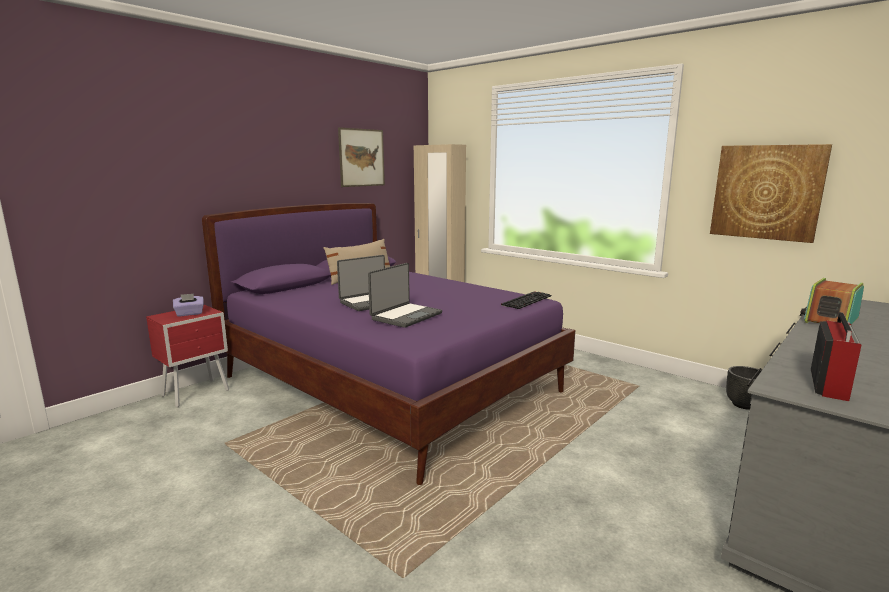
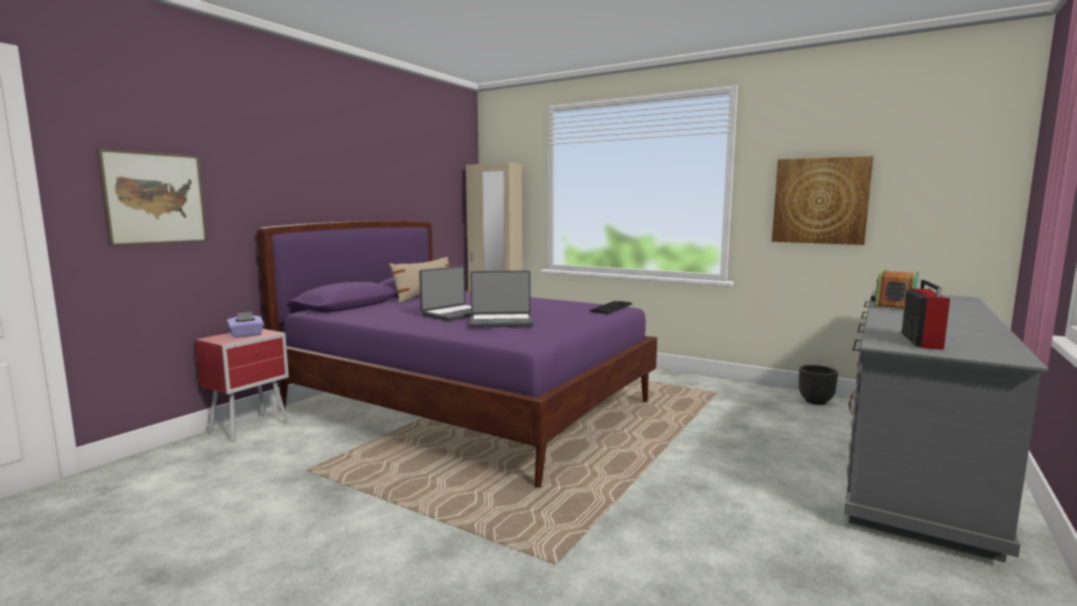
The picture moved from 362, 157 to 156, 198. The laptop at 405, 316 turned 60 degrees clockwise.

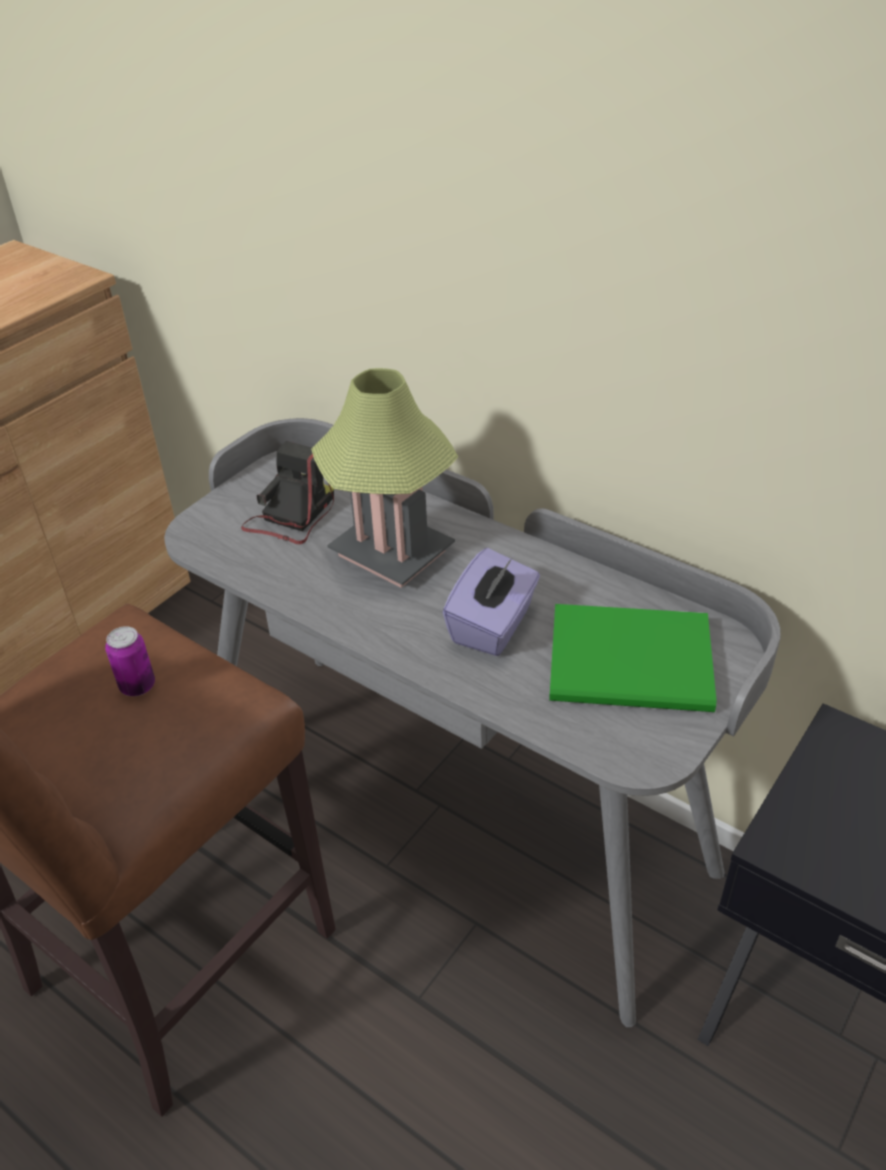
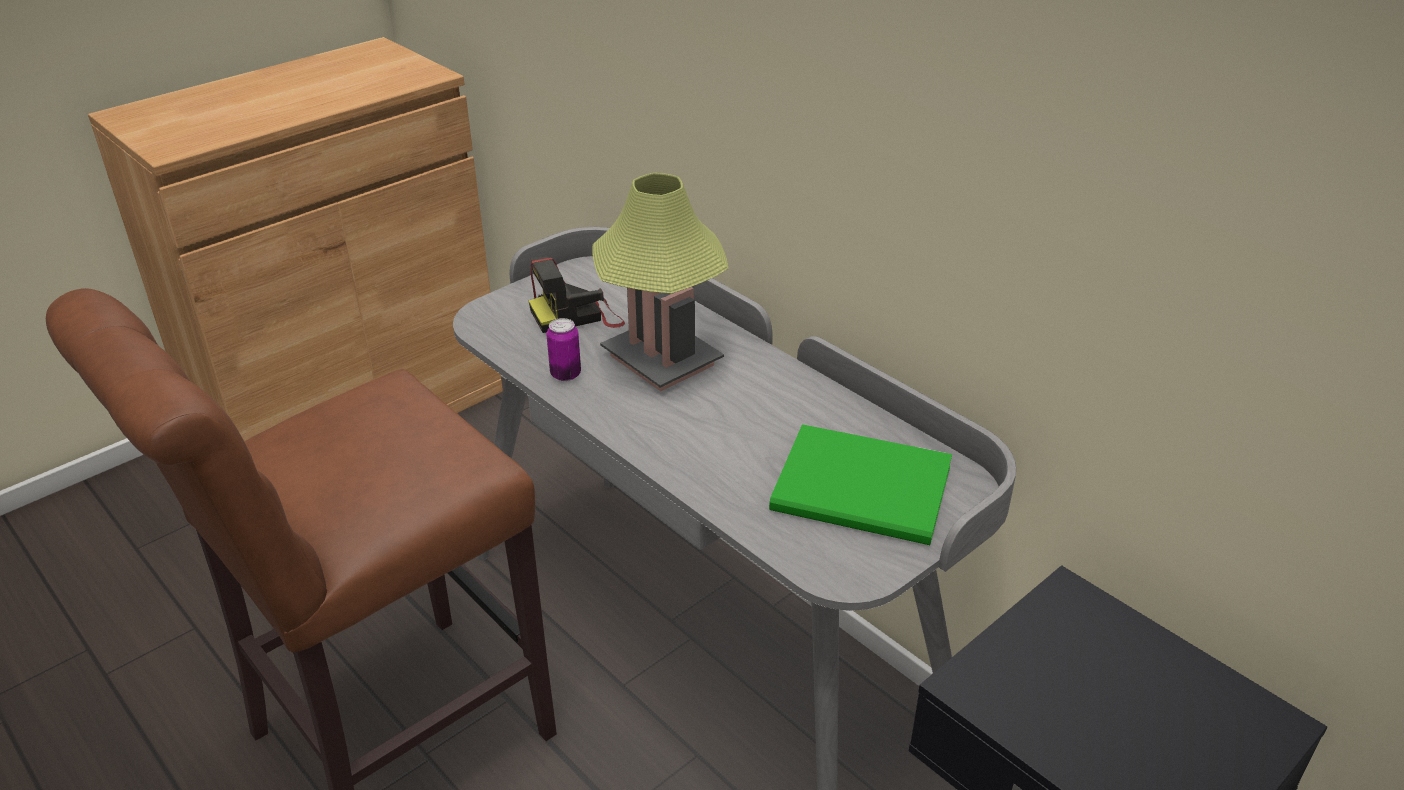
The photo camera at 292, 516 turned 150 degrees counterclockwise. The can moved from 137, 686 to 565, 374. The purple tissue box at 493, 625 disappeared.

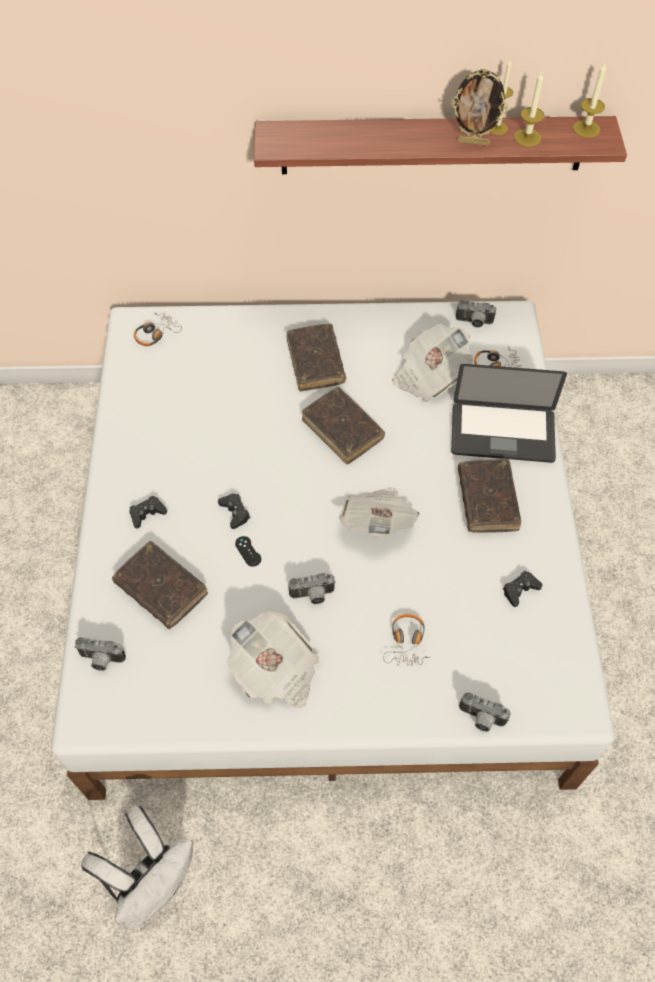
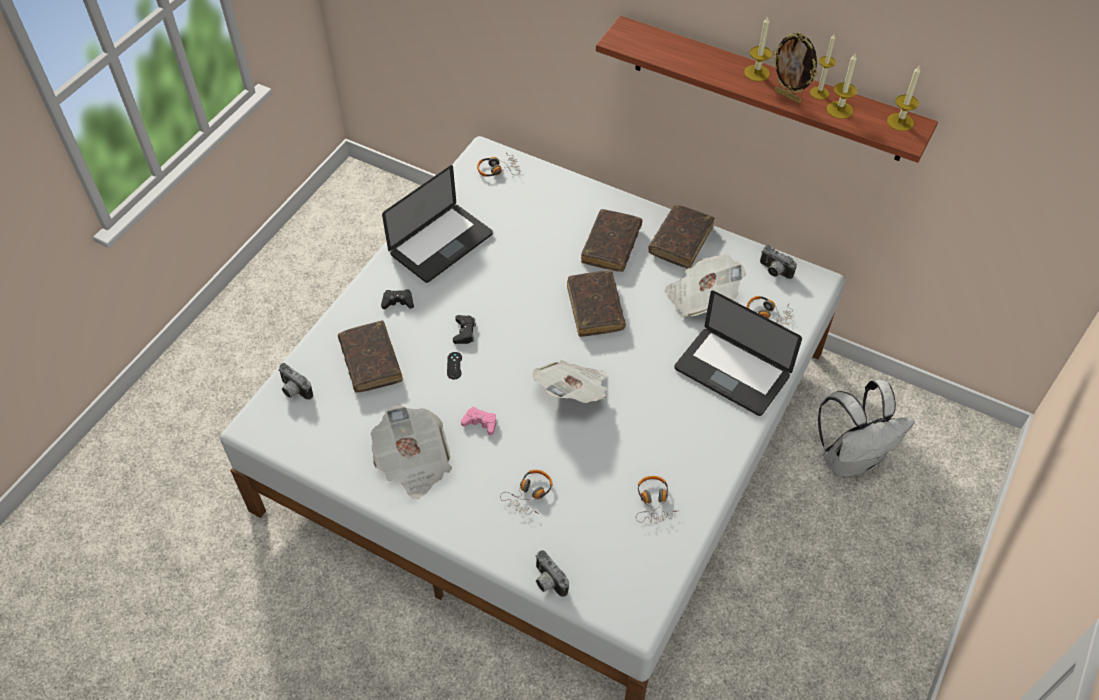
The laptop at 441, 244 appeared. The photo camera at 312, 596 was replaced by the pink game controller at 480, 423. The black game controller at 520, 590 was replaced by the headphones at 653, 502. The brown book moved from 487, 500 to 680, 241. The candle at 757, 73 appeared. The white backpack moved from 154, 882 to 851, 459.

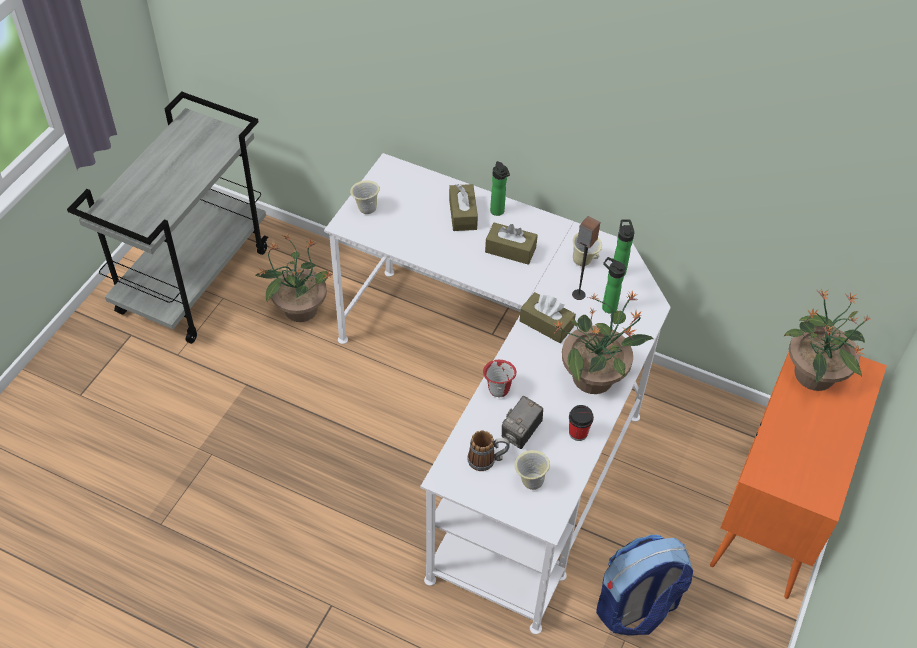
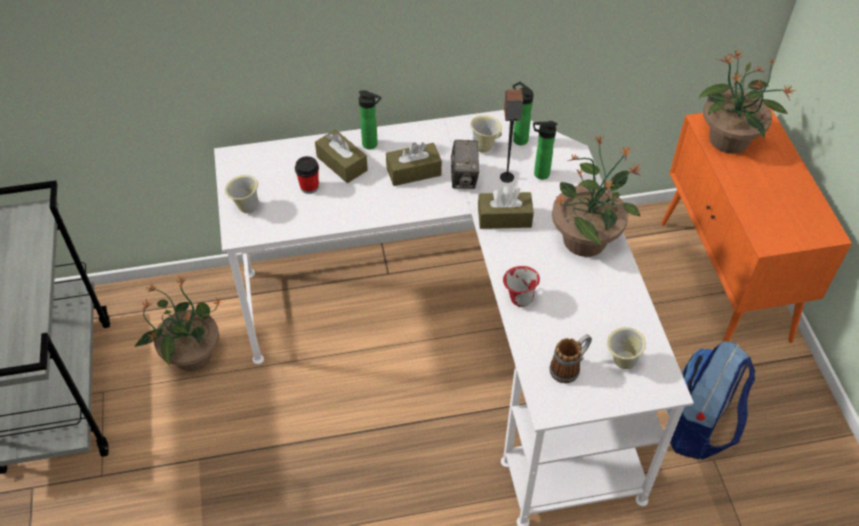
The cup moved from 578, 433 to 309, 187. The photo camera moved from 521, 434 to 464, 178.

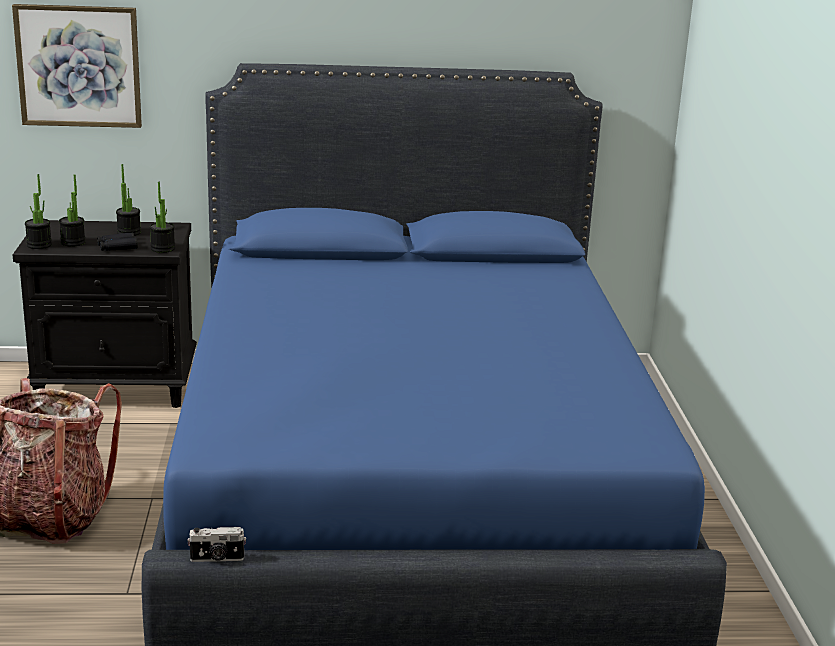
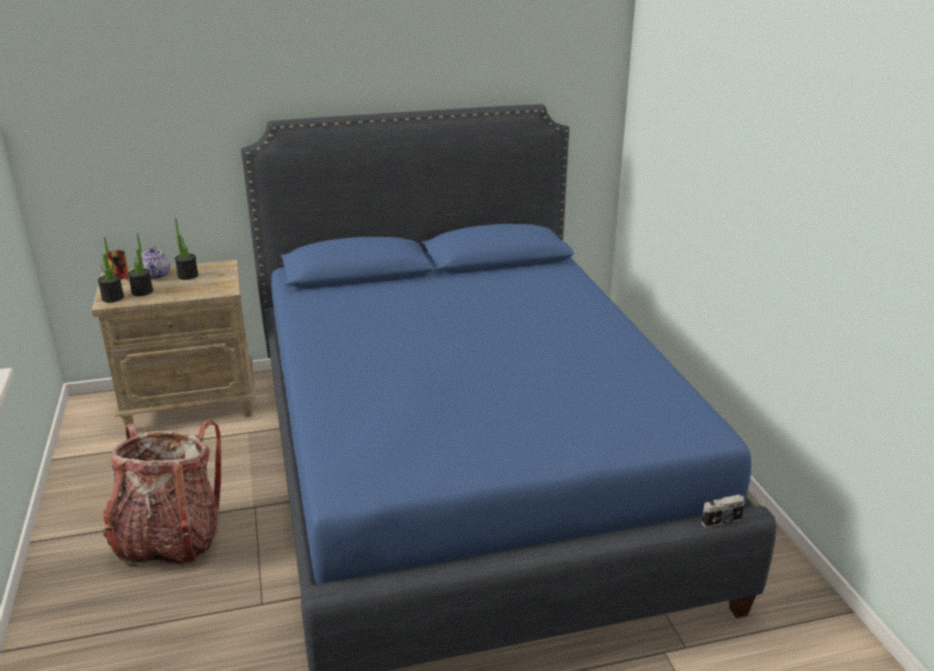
The black nightstand at 117, 386 became the beige nightstand at 192, 404. The mug at 122, 276 appeared. The teapot at 157, 275 appeared. The photo camera moved from 217, 559 to 722, 522. The picture at 79, 66 disappeared. The black binoculars at 117, 247 disappeared. The potted plant at 163, 248 disappeared.

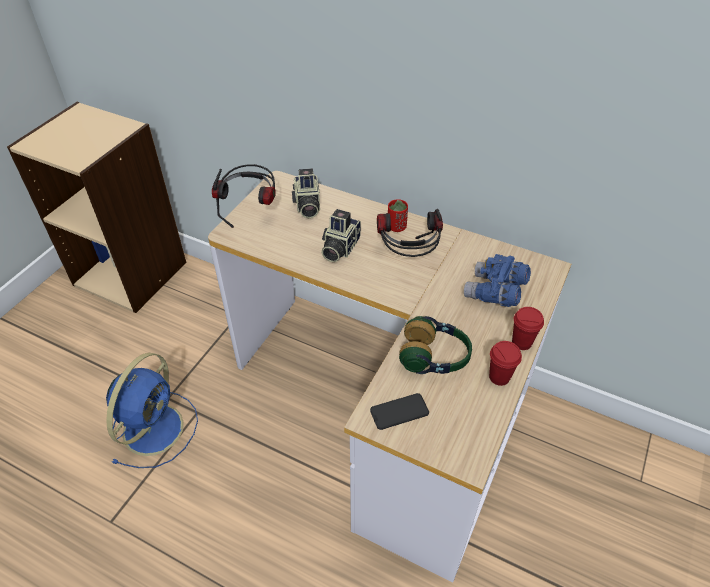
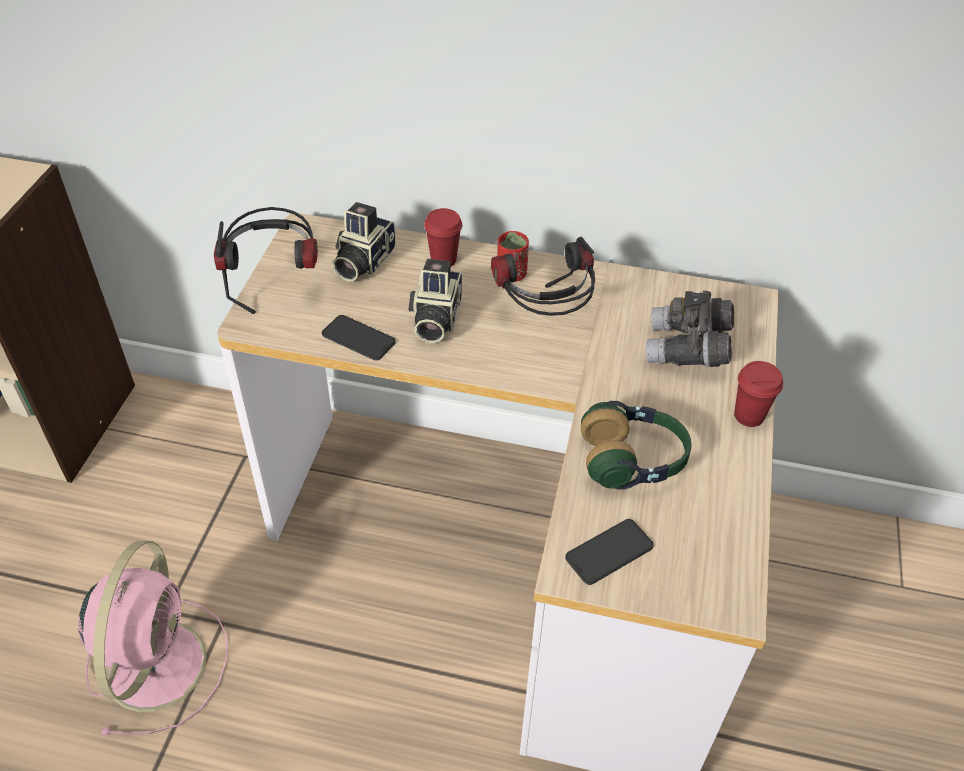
The blue fan at 155, 427 became the pink fan at 157, 661. The phone at 358, 338 appeared. The photo camera at 307, 206 turned 45 degrees clockwise. The red cup moved from 499, 377 to 443, 260. The blue binoculars at 495, 293 became the grey binoculars at 687, 350.

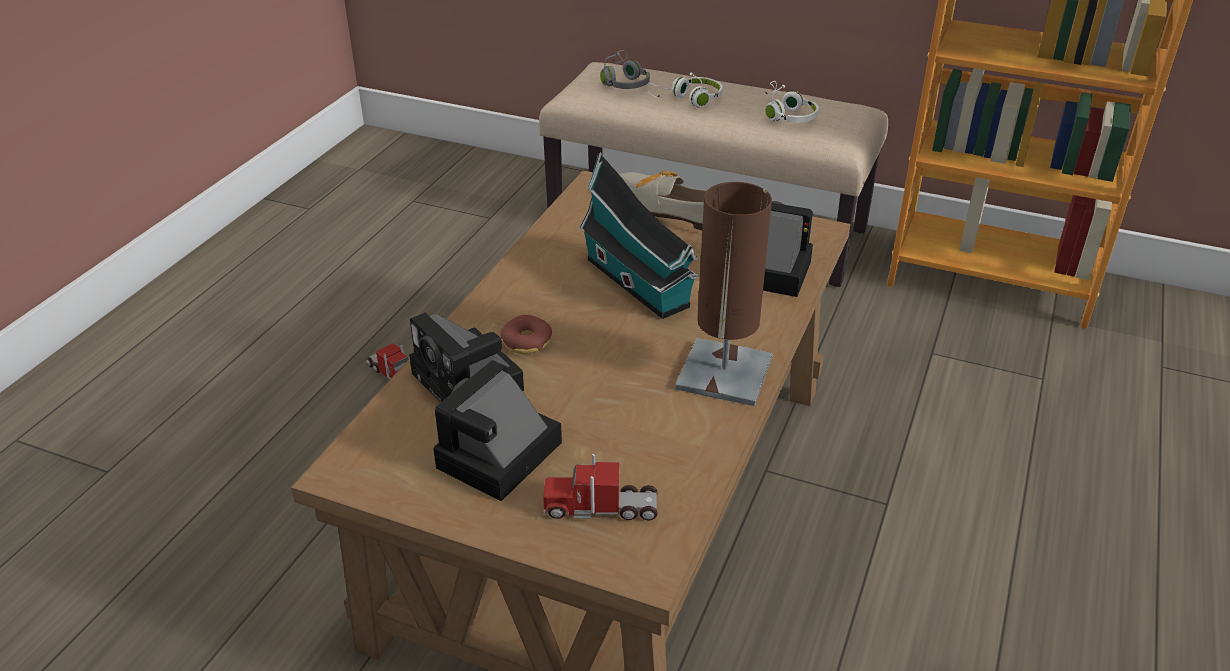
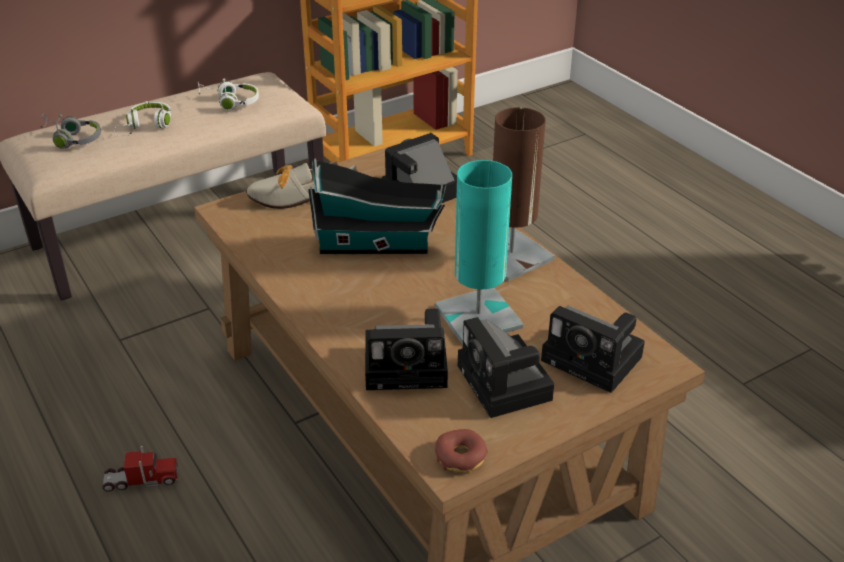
The turquoise table lamp at 478, 317 appeared. The donut moved from 527, 342 to 460, 457. The toy truck at 601, 508 was replaced by the photo camera at 596, 360.

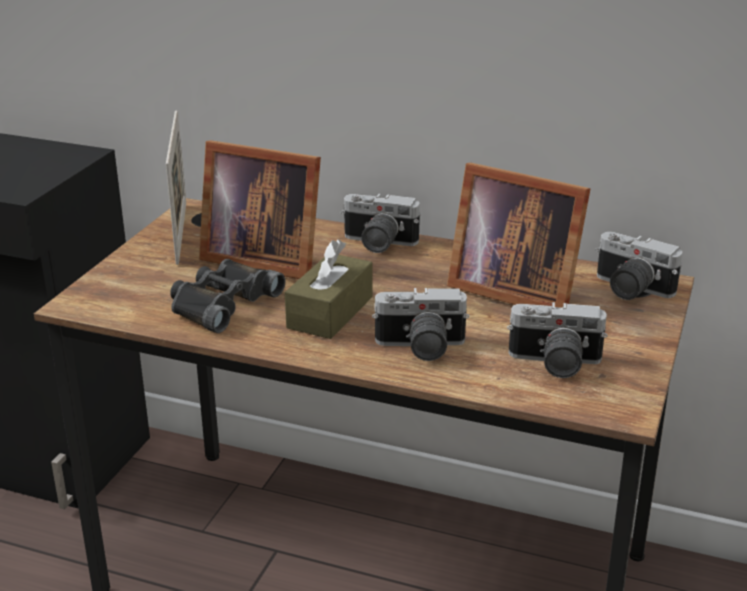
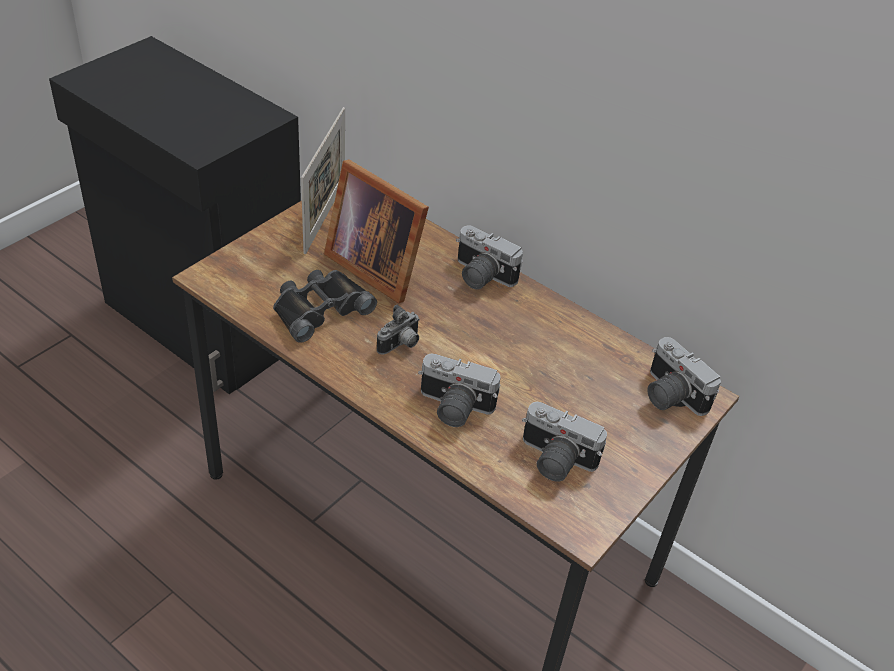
The brown tissue box at 330, 312 was replaced by the photo camera at 401, 345. The picture frame at 511, 289 disappeared.

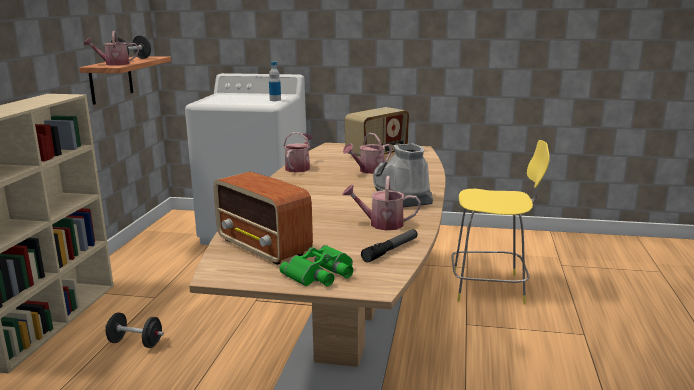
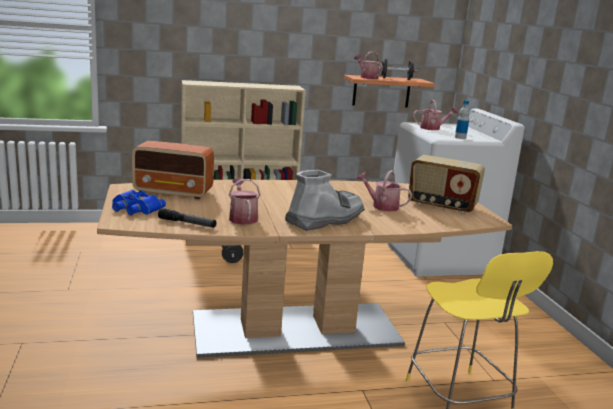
The green binoculars at 321, 274 became the blue binoculars at 135, 208. The radio at 264, 247 turned 105 degrees counterclockwise. The watering can moved from 299, 167 to 433, 128.

